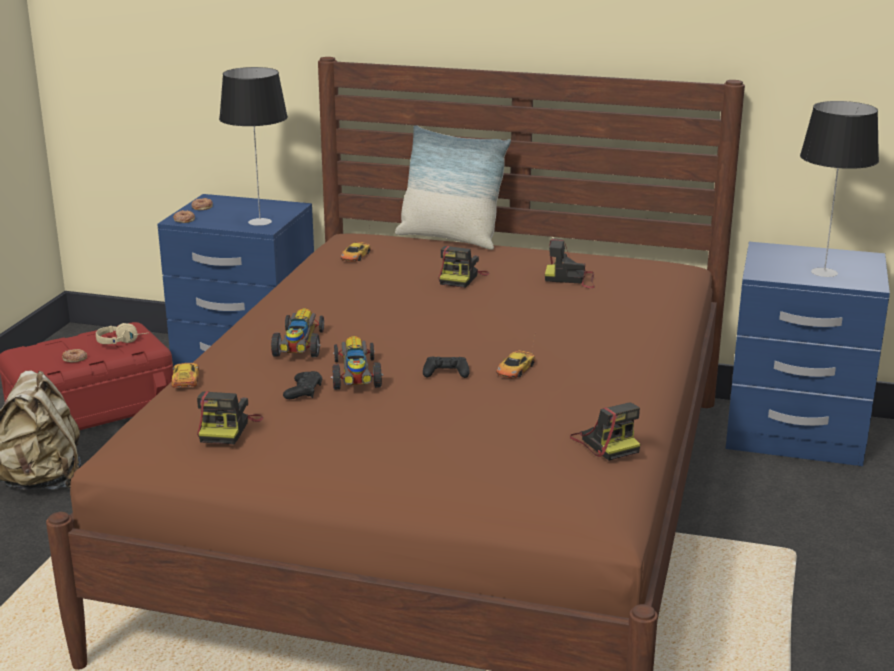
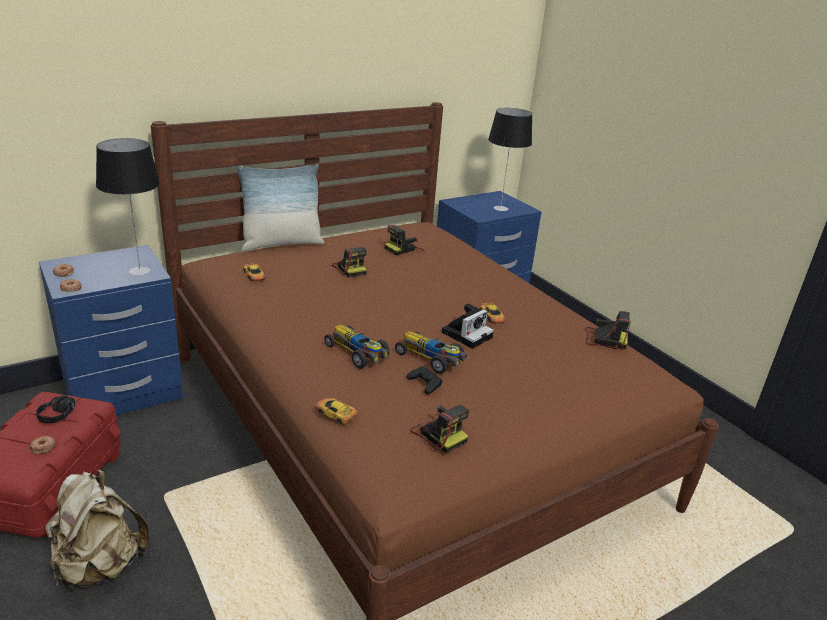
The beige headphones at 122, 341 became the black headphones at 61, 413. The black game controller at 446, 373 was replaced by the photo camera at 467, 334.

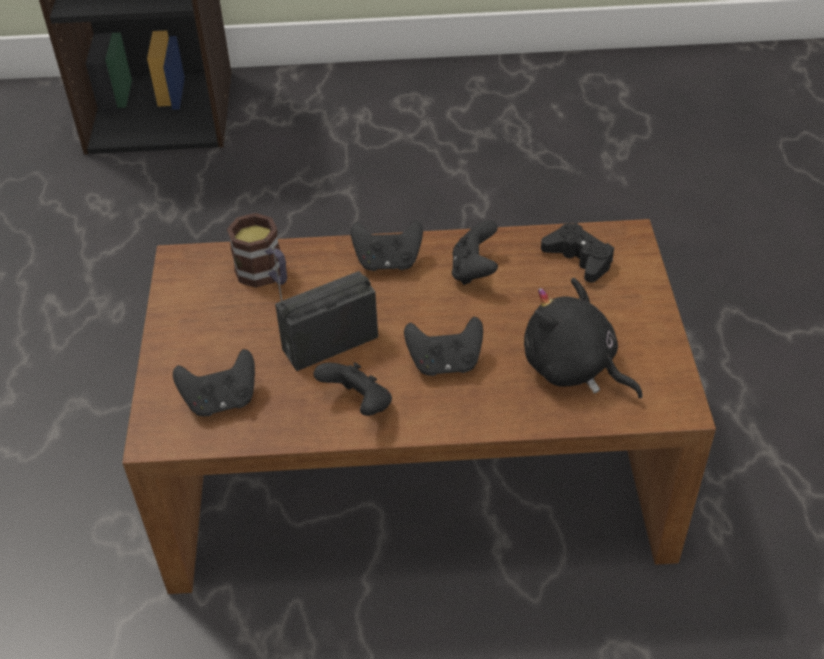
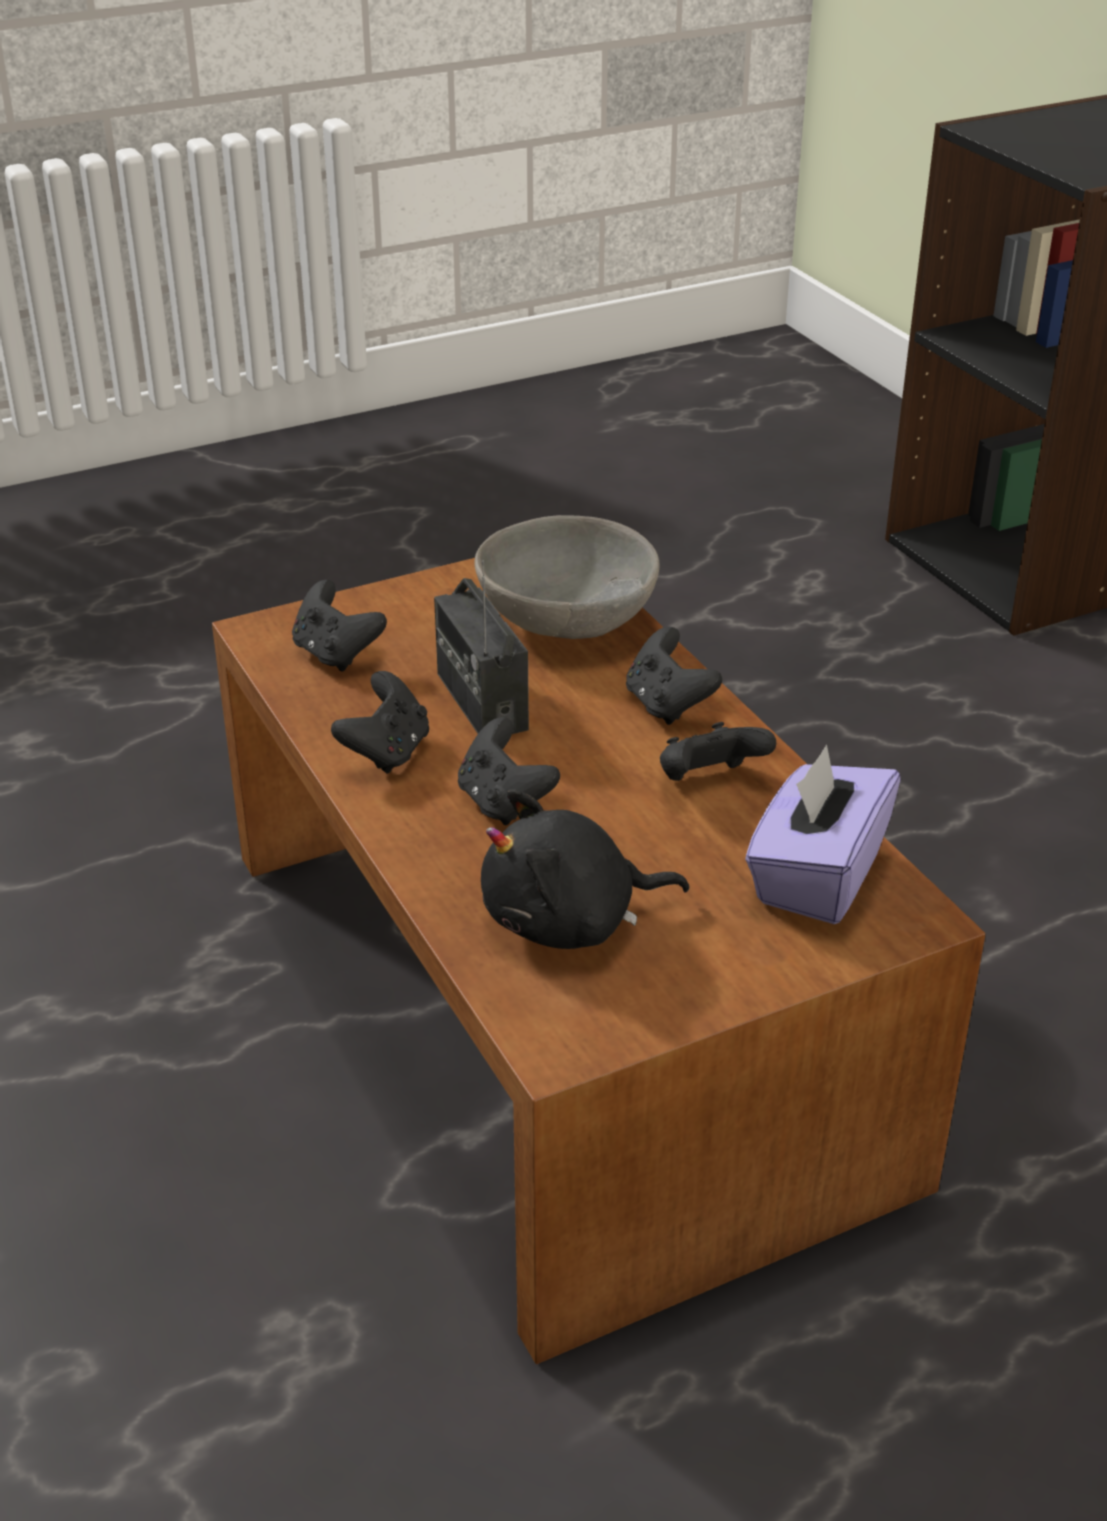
The radio at 330, 343 turned 150 degrees counterclockwise. The mug at 265, 276 was replaced by the grey bowl at 568, 621. The black plush toy at 573, 368 turned 120 degrees counterclockwise. The black game controller at 579, 259 was replaced by the purple tissue box at 817, 876.

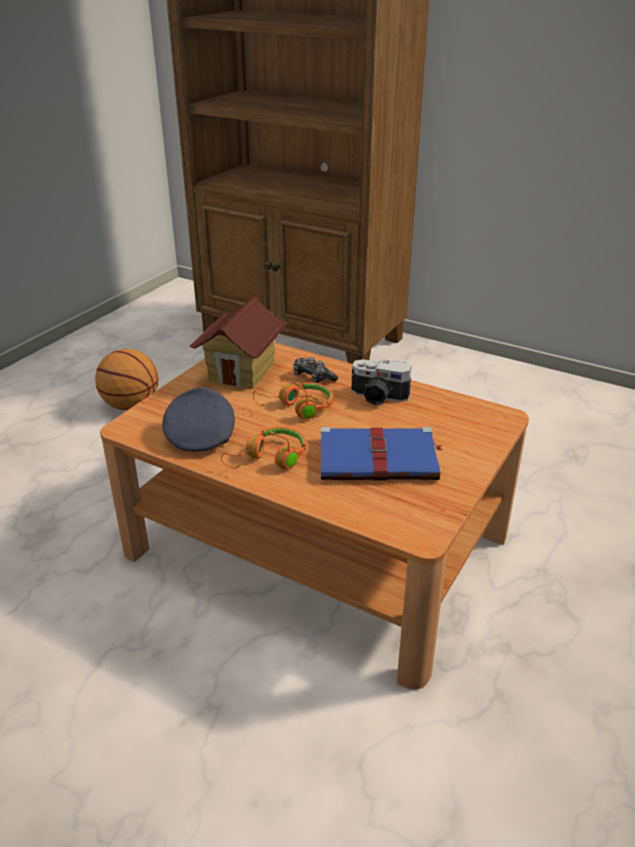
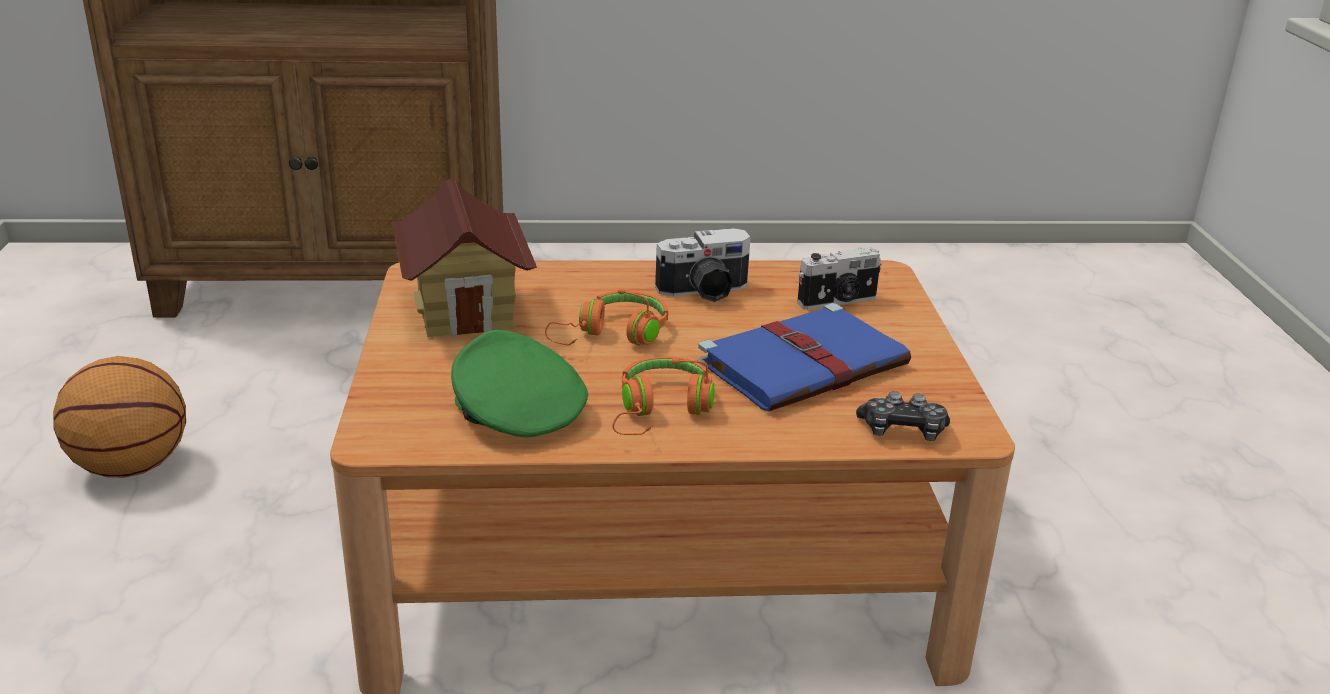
The grey cap at 200, 435 became the green cap at 515, 412. The photo camera at 838, 302 appeared. The game controller moved from 313, 377 to 902, 431.

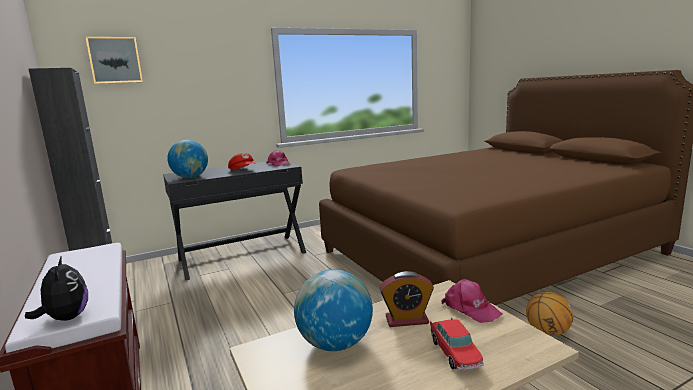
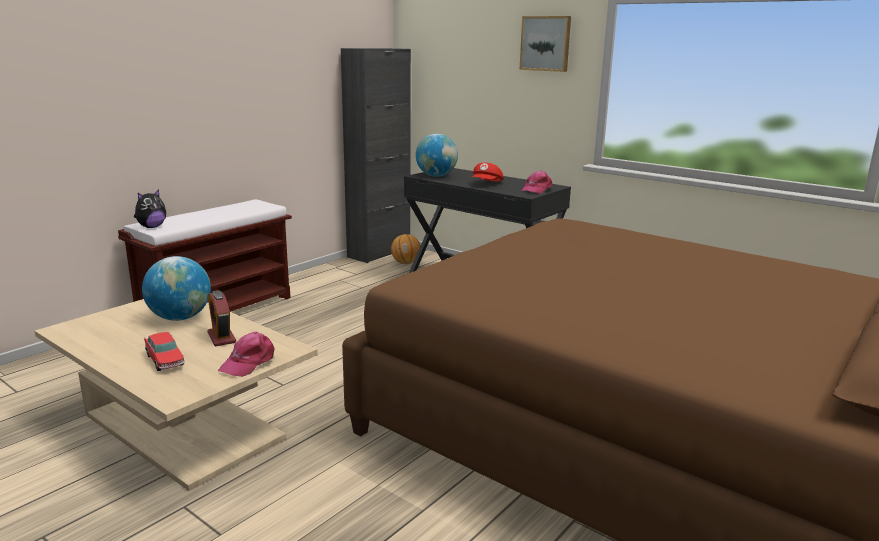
The toy car at 455, 353 turned 90 degrees counterclockwise. The basketball moved from 547, 332 to 406, 263. The picture moved from 115, 60 to 546, 43.

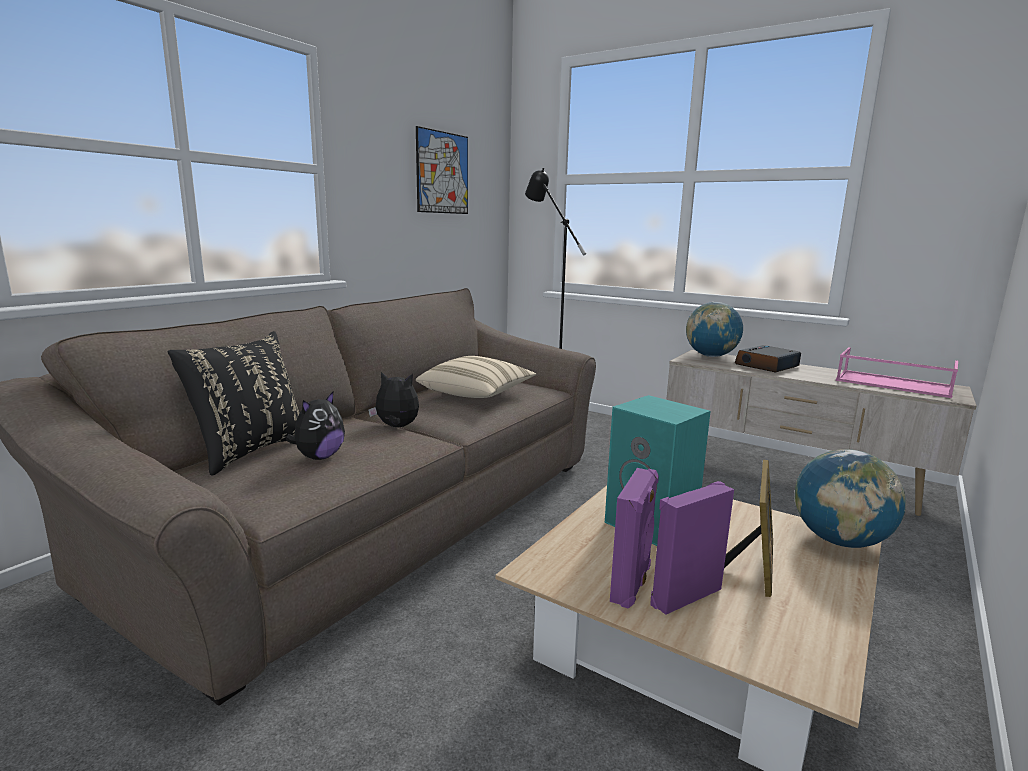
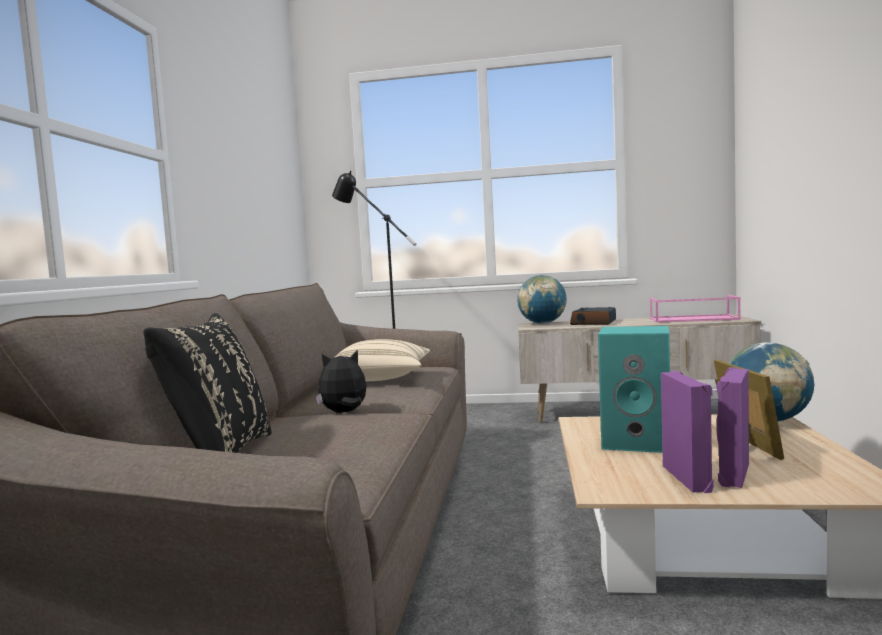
The plush toy at 319, 457 disappeared. The picture at 442, 173 disappeared.

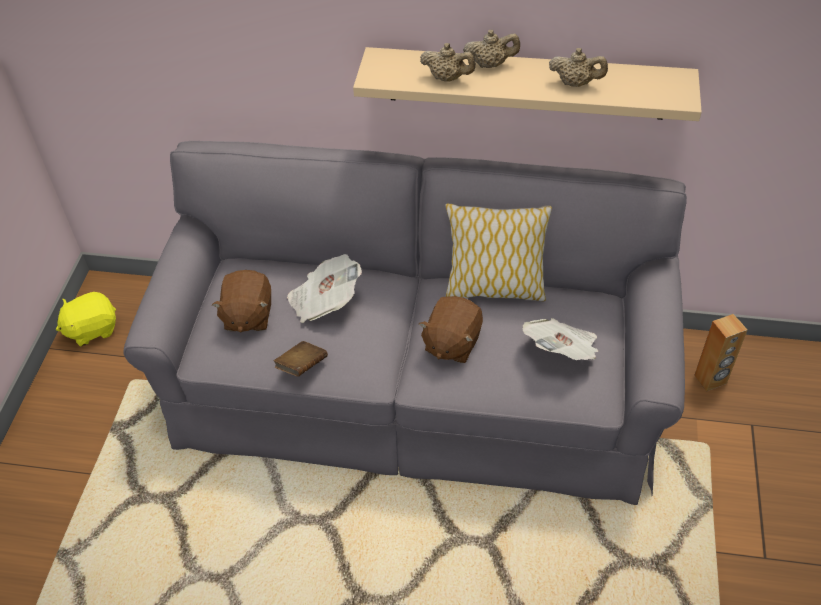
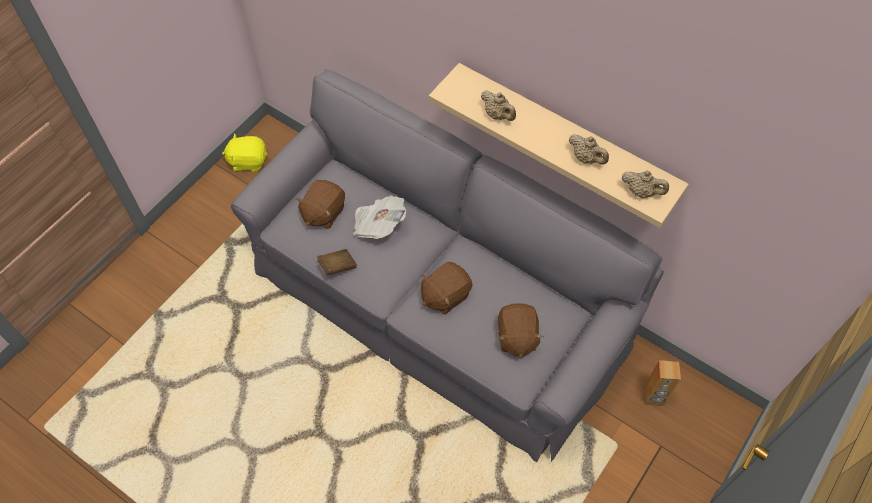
The newspaper at 562, 351 was replaced by the brown plush toy at 516, 337. The beige teapot moved from 490, 64 to 641, 192. The pillow at 494, 288 disappeared.

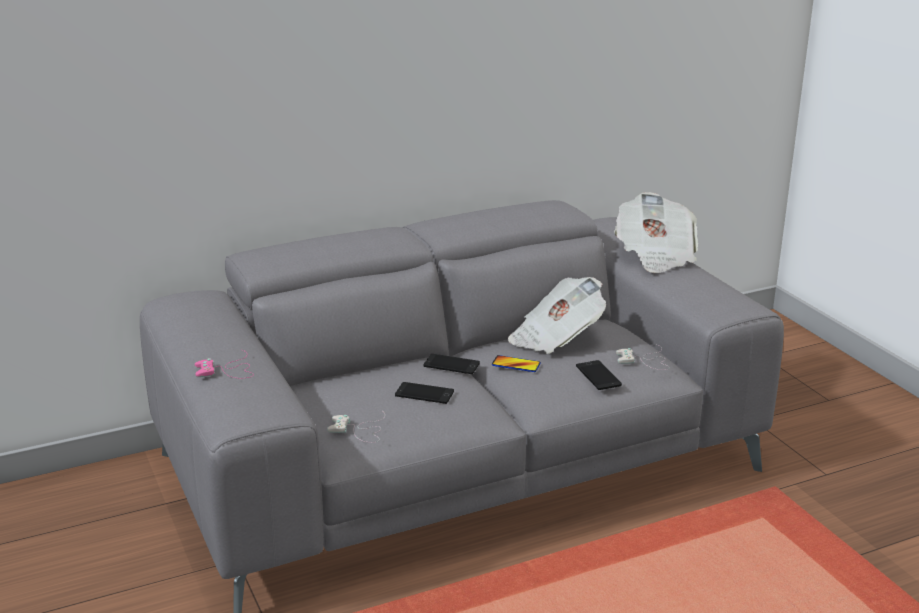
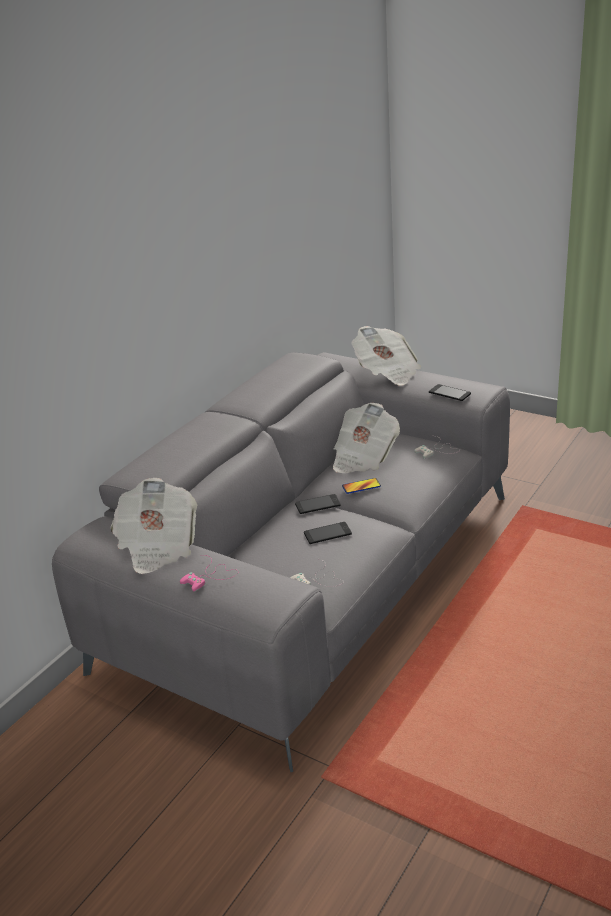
The newspaper at 157, 545 appeared. The phone moved from 598, 376 to 449, 393.

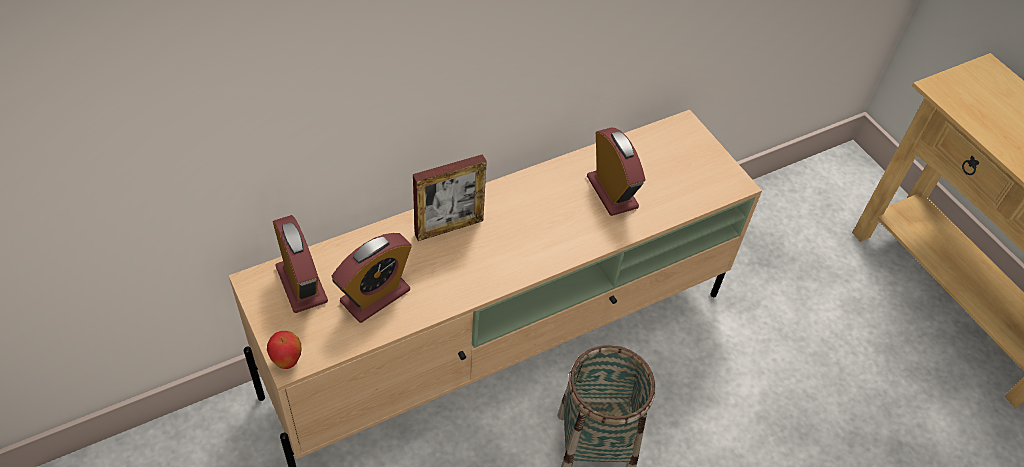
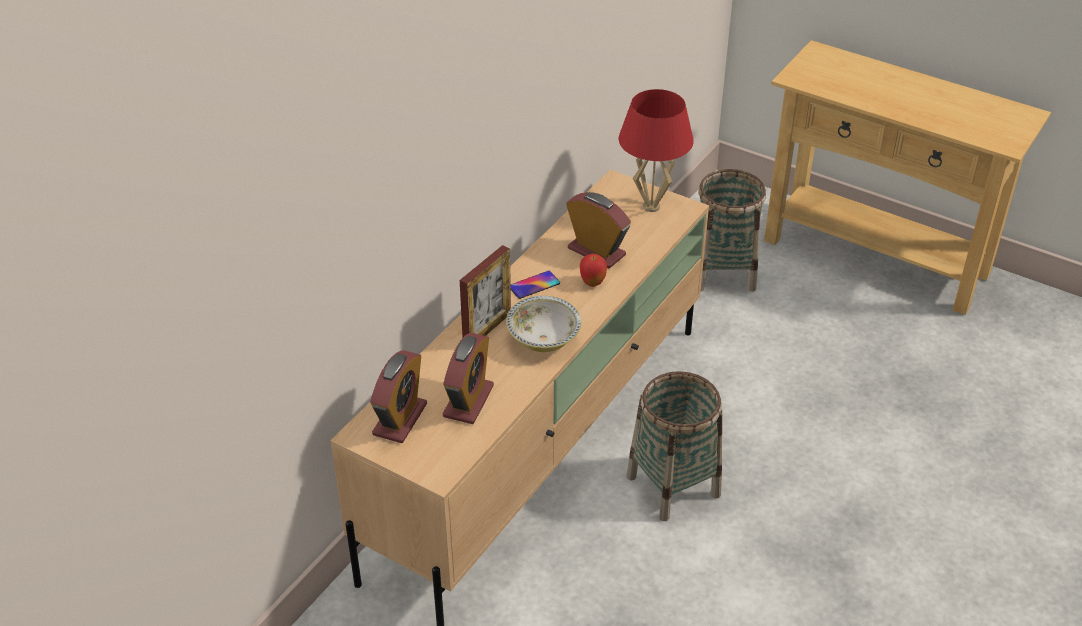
The alarm clock at 301, 284 turned 75 degrees clockwise. The bowl at 543, 339 appeared. The phone at 534, 285 appeared. The apple moved from 287, 361 to 592, 283. The red table lamp at 651, 206 appeared. The basket at 723, 272 appeared.

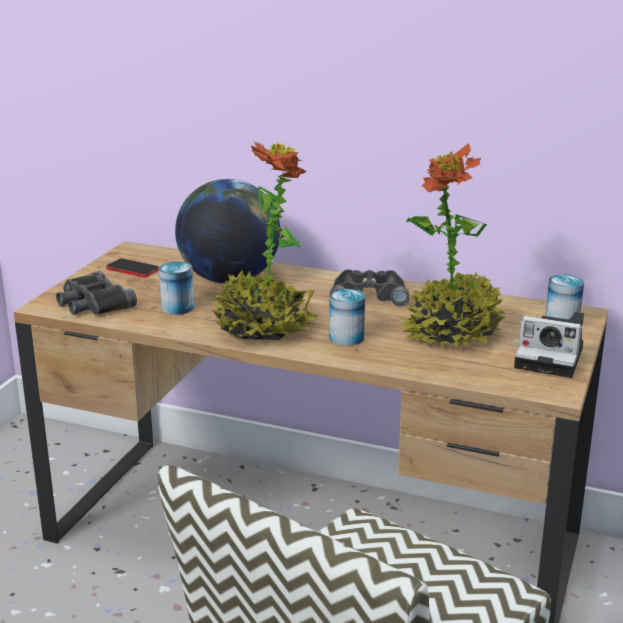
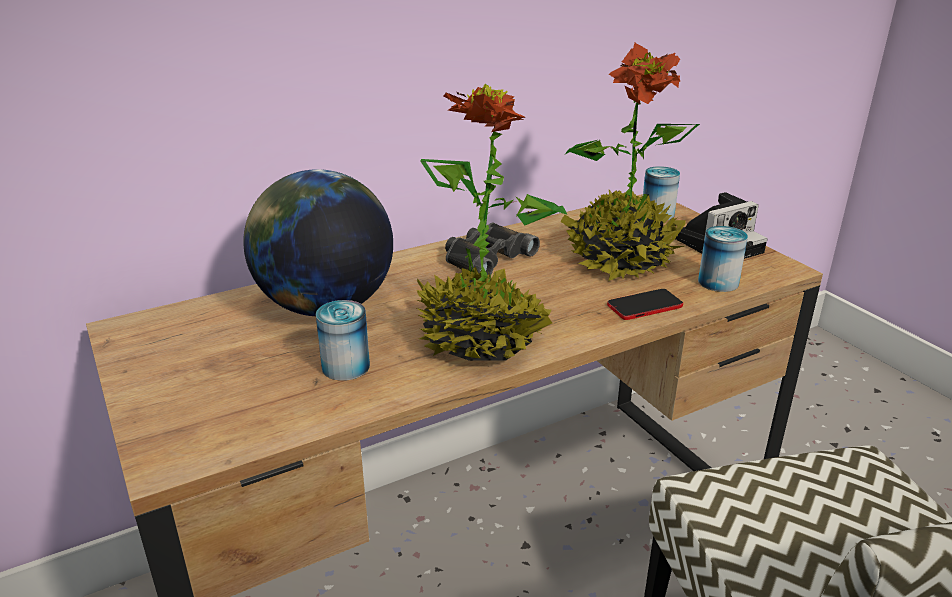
The phone moved from 132, 269 to 644, 306. The can moved from 346, 338 to 718, 282. The black binoculars at 93, 303 disappeared.

